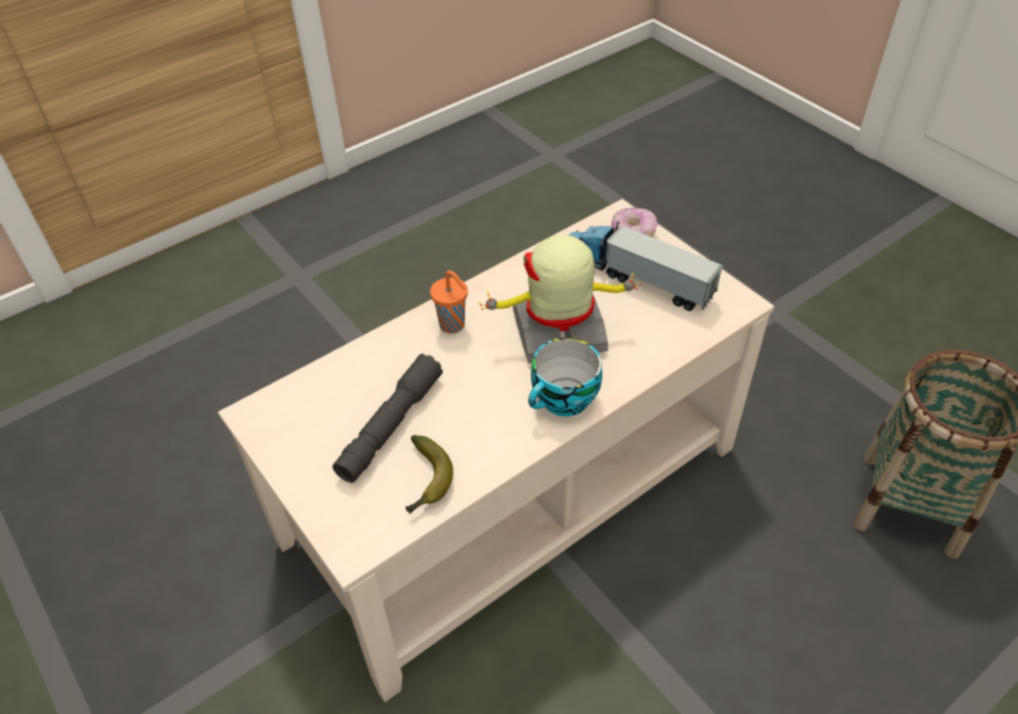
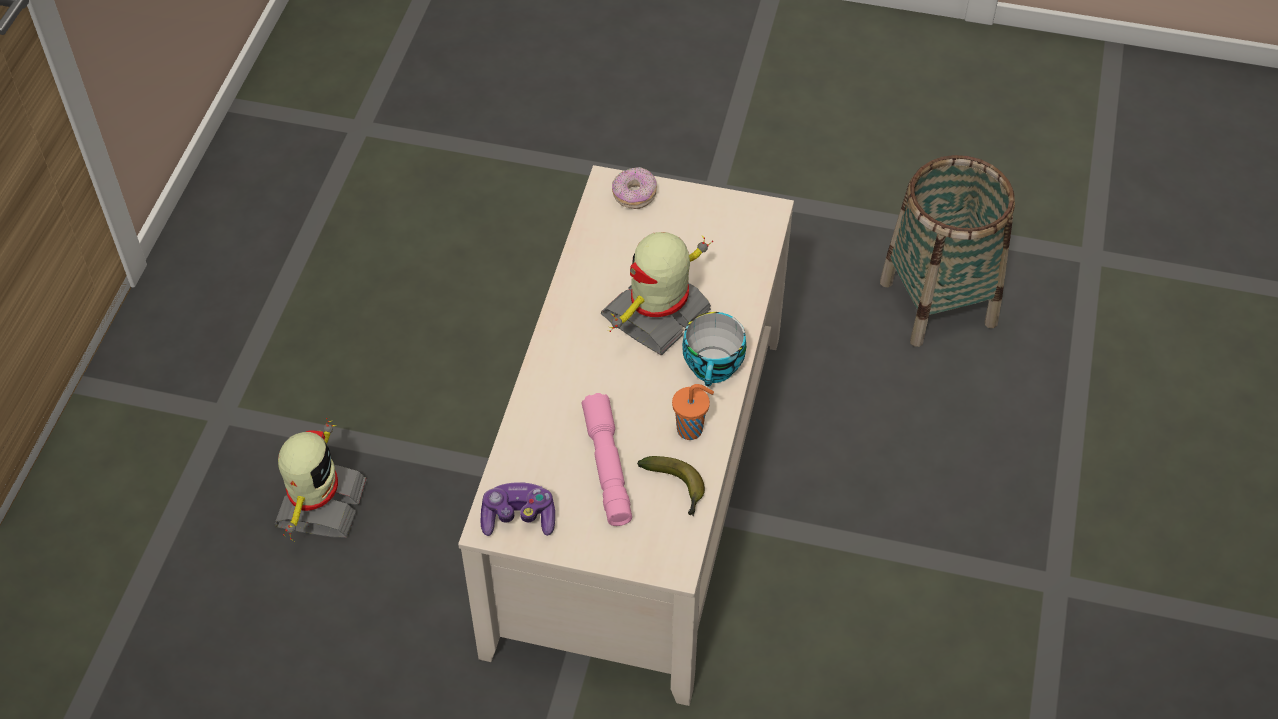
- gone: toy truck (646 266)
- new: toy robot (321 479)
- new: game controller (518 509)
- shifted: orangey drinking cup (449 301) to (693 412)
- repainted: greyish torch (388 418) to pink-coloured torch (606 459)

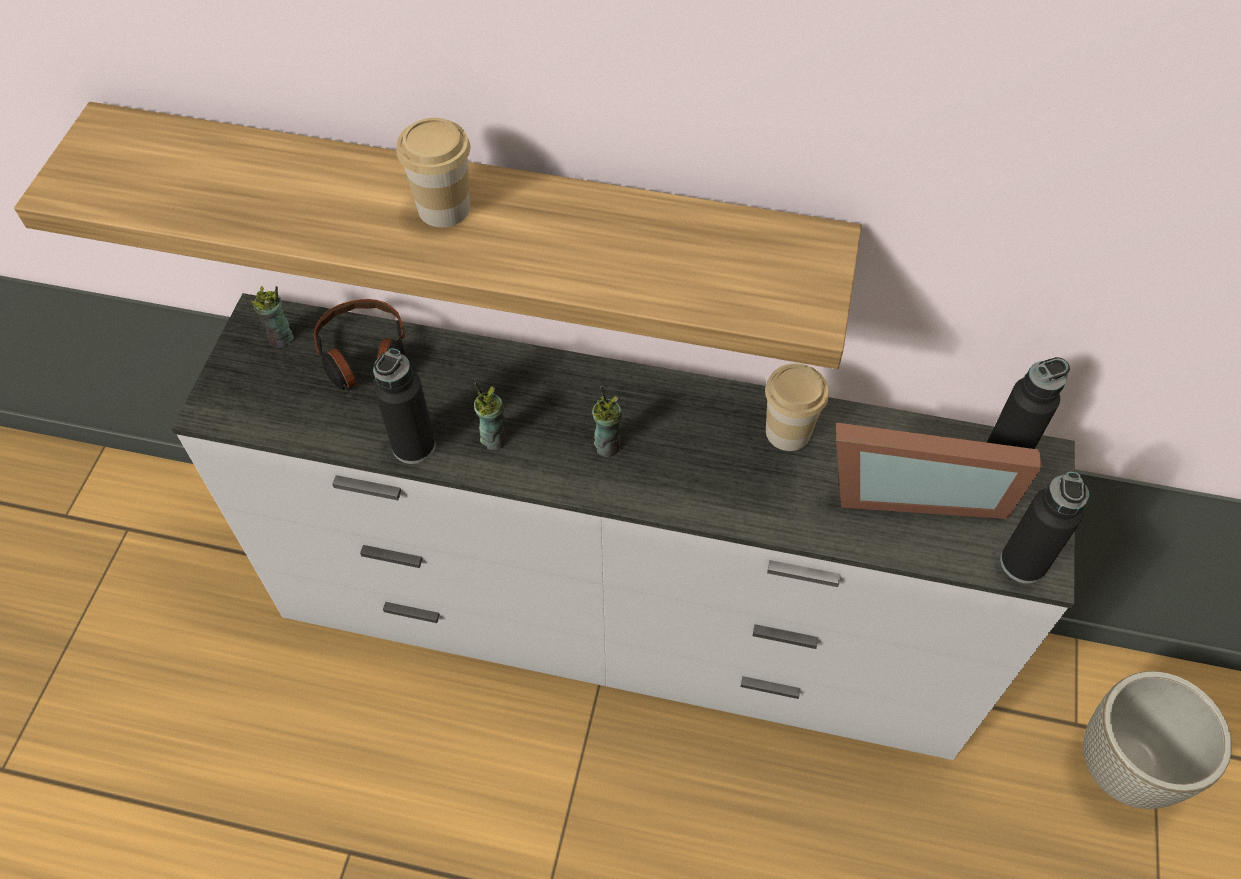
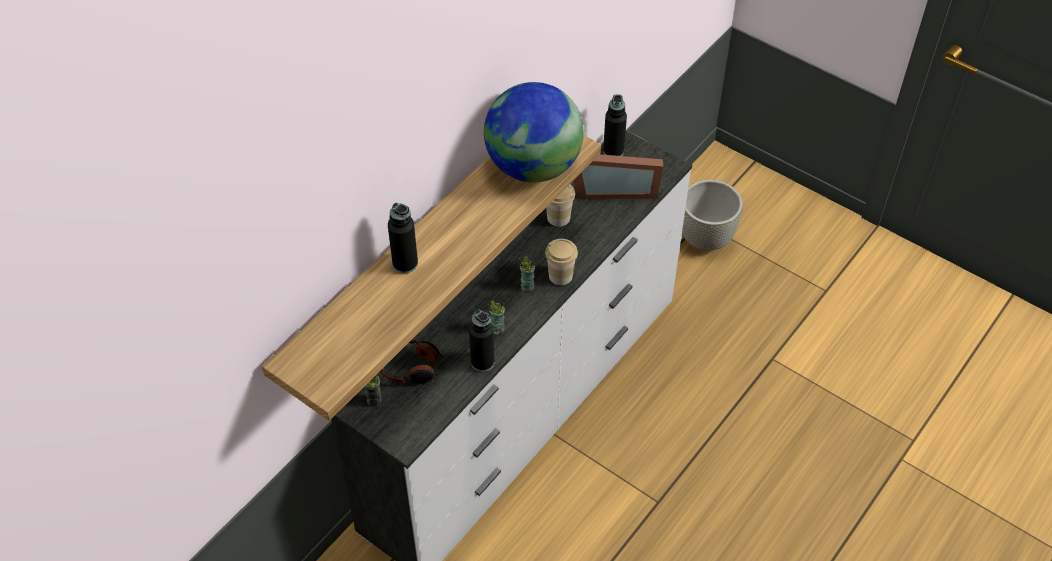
- new: globe (534 132)
- shifted: drinking cup (433 172) to (561 262)
- shifted: blackish beverage bottle (1044 528) to (403 238)
- rotated: photo frame (939 470) = (618 176) 60 degrees clockwise

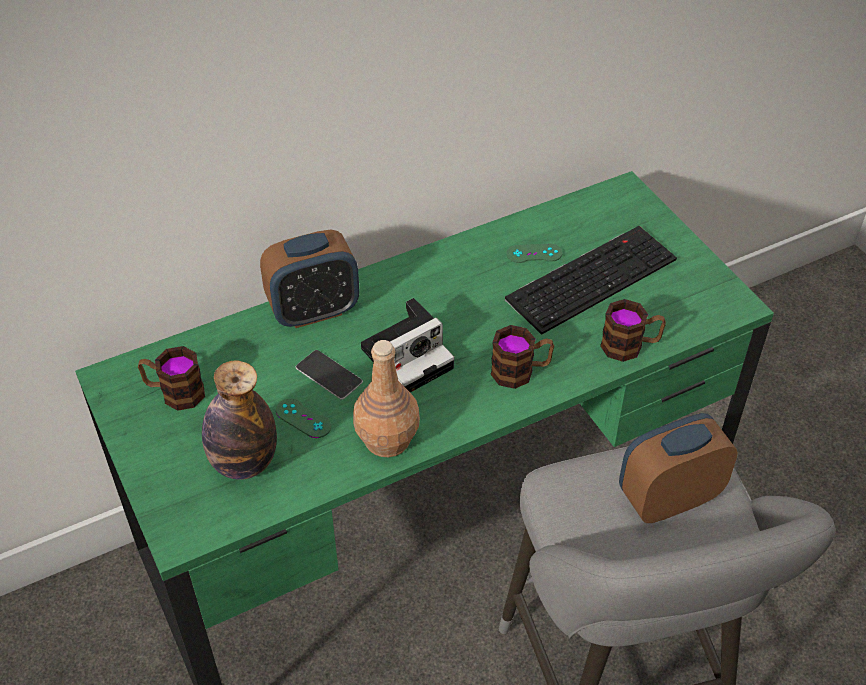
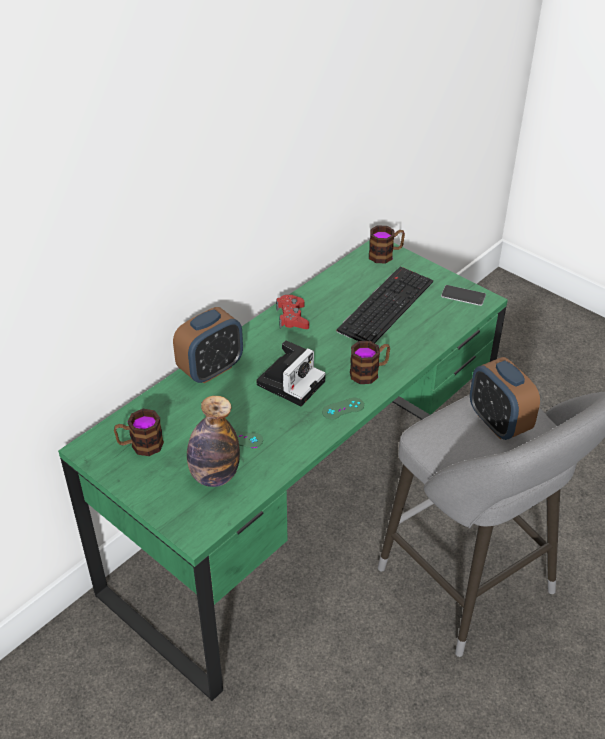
- gone: brownish beverage bottle (386 398)
- new: red game controller (292 312)
- shifted: telephone (329 374) to (463 295)
- shifted: greenish game controller (534 253) to (343 409)
- shifted: mug (633 330) to (387 244)
- rotated: table clock (678 468) = (505 398) 75 degrees counterclockwise

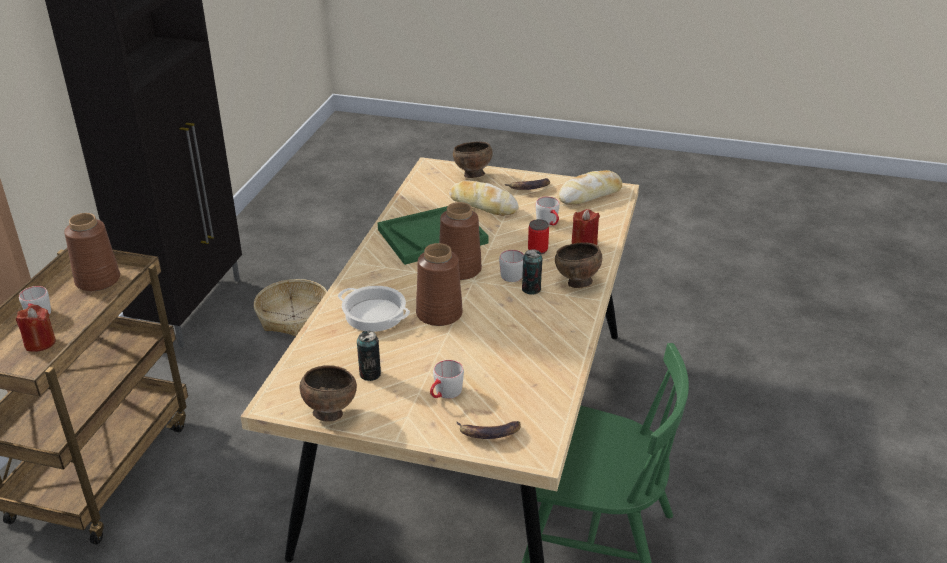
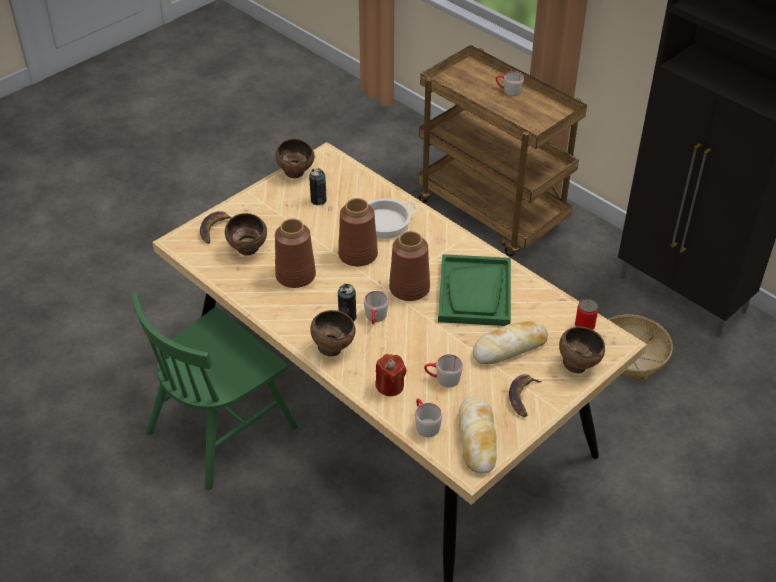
- gone: red wax light (36 328)
- new: brownish deep dish (246 234)
- shifted: brownish vase (92 252) to (295 253)
- shifted: greyish mug (447 379) to (428 418)
- shifted: sealed can (538 237) to (586 314)

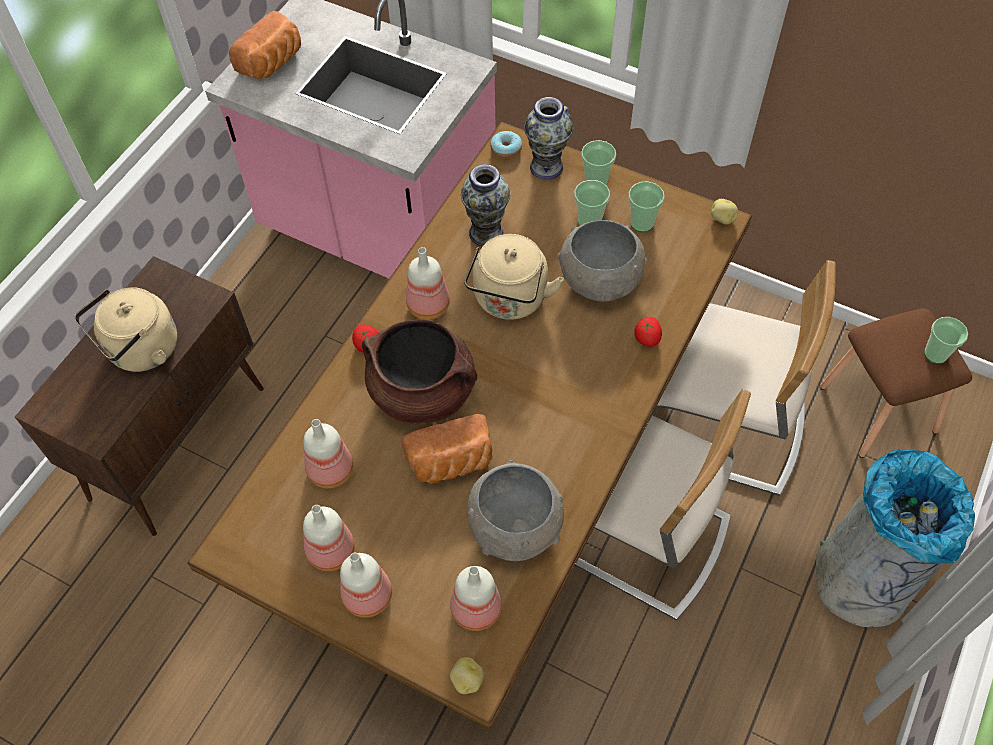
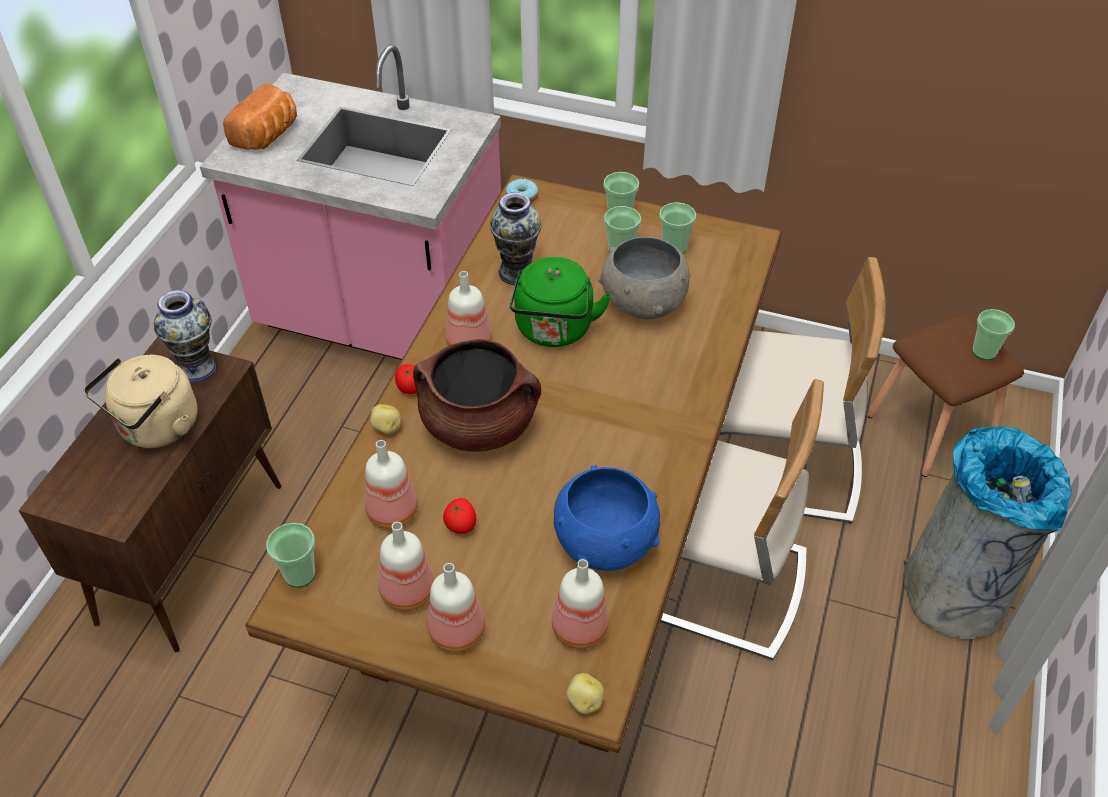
- gone: bakery bread (447 449)
- new: drinking cup (291 555)
- shifted: vase (548 138) to (185 336)
- shifted: tomato (648 332) to (459 516)
- shifted: spud (724 212) to (385 419)
- repainted: beige-coloured water kettle (514 277) to greenish water kettle (560 302)
- repainted: greyish deep dish (515 510) to blue deep dish (607 518)

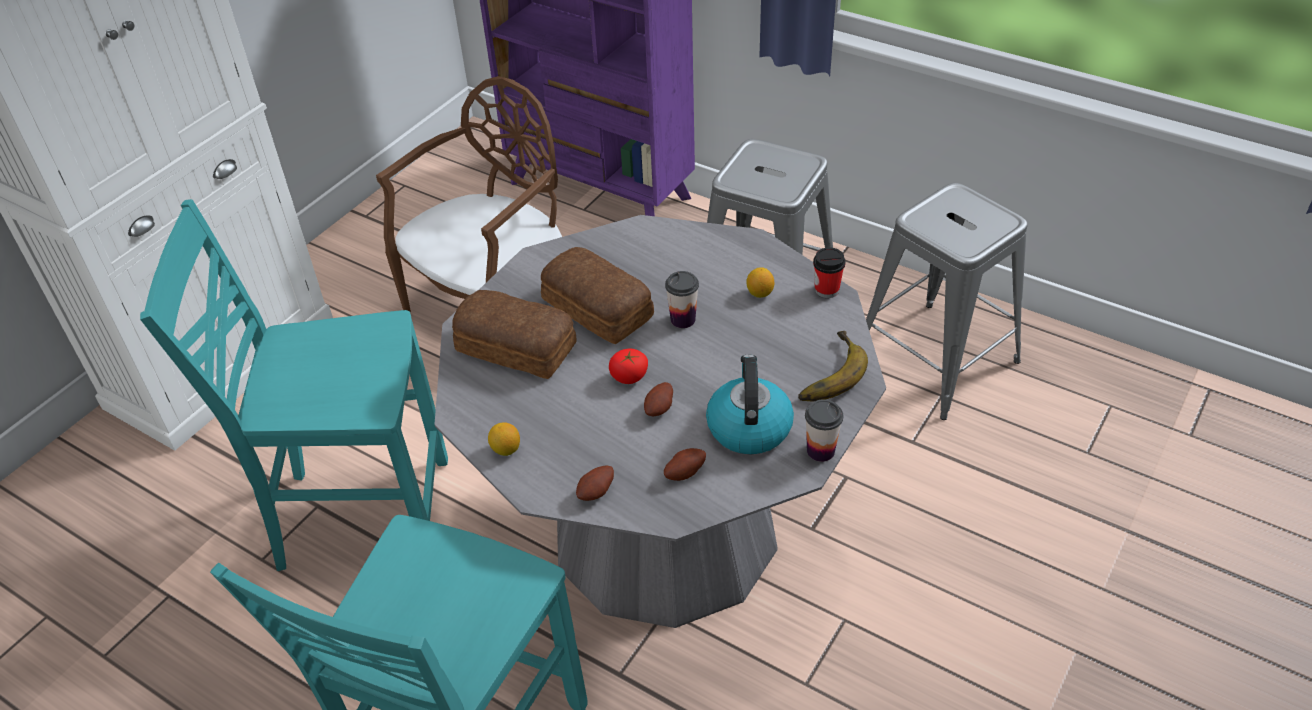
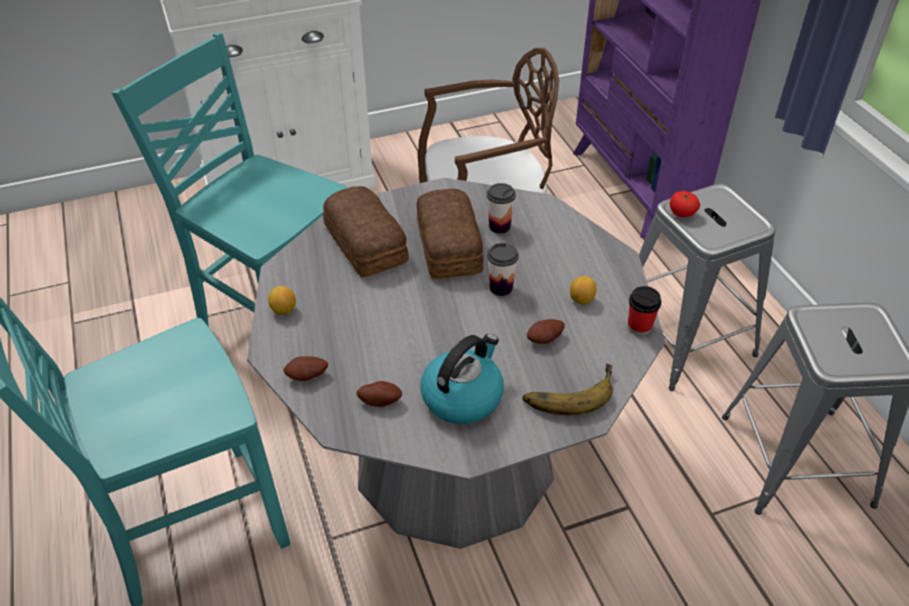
- shifted: tomato (628 366) to (685 204)
- shifted: spud (658 399) to (546 331)
- shifted: drinking cup (824 430) to (501 208)

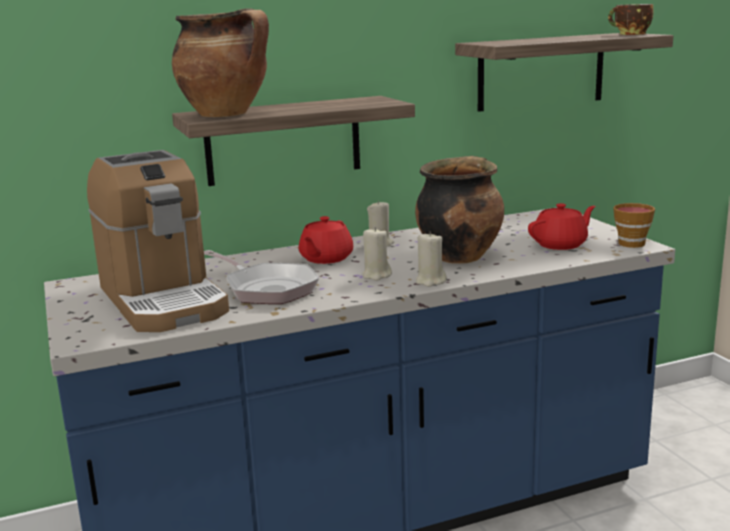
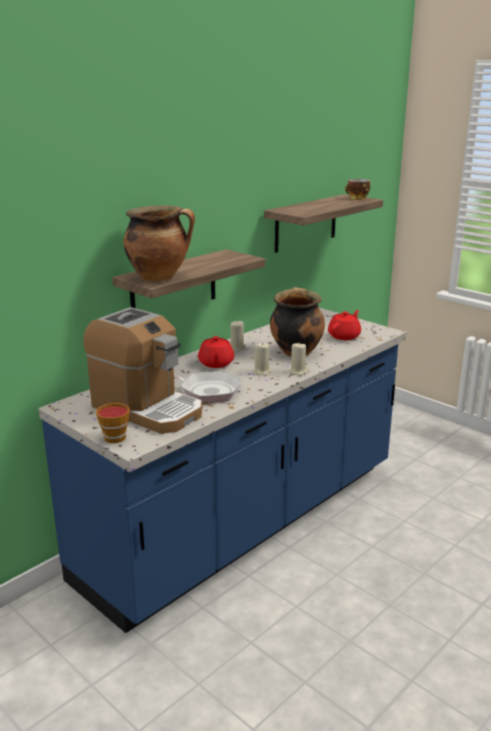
- shifted: drinking cup (634 225) to (113 423)

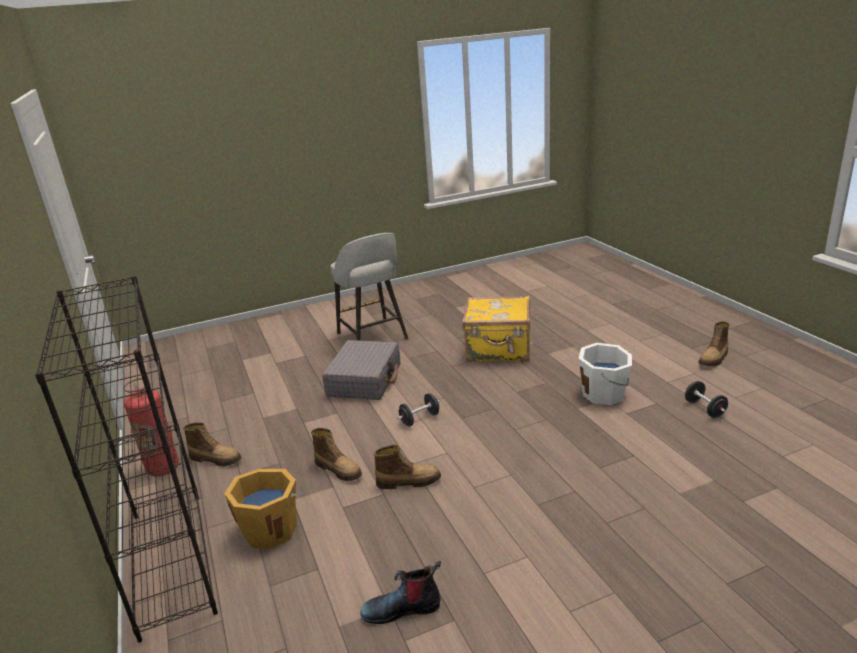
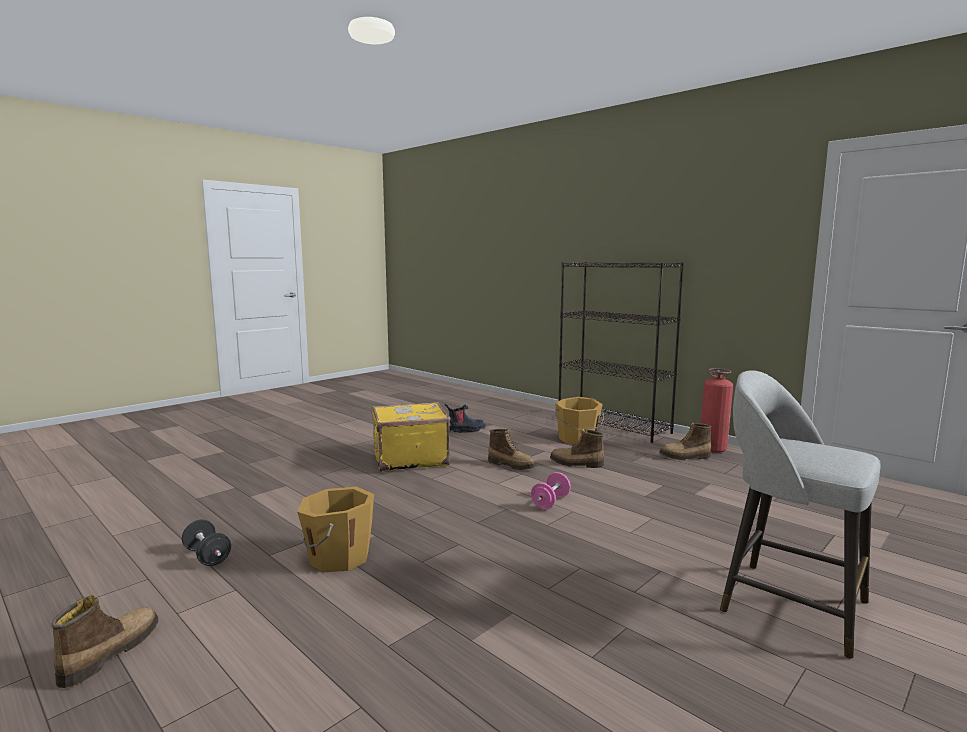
- gone: greyish travel case (361 370)
- shifted: yellowish travel case (496 329) to (411 437)
- repainted: blackish dumbbell (419 409) to pink-coloured dumbbell (551 490)
- repainted: white-coloured water bucket (605 374) to orangey water bucket (335 529)
- rotated: high-top boot (407 467) = (512 449) 120 degrees counterclockwise

